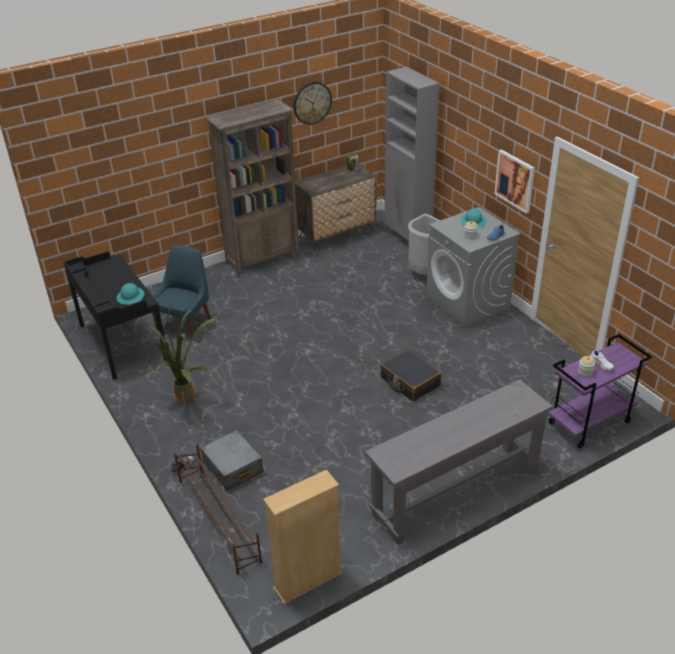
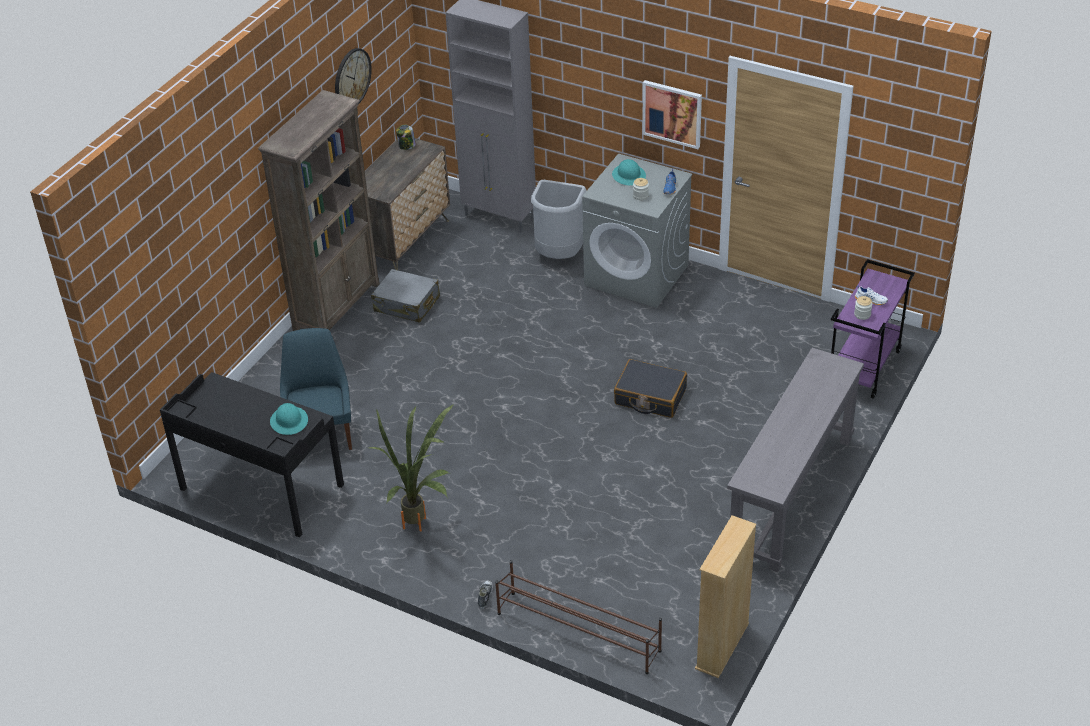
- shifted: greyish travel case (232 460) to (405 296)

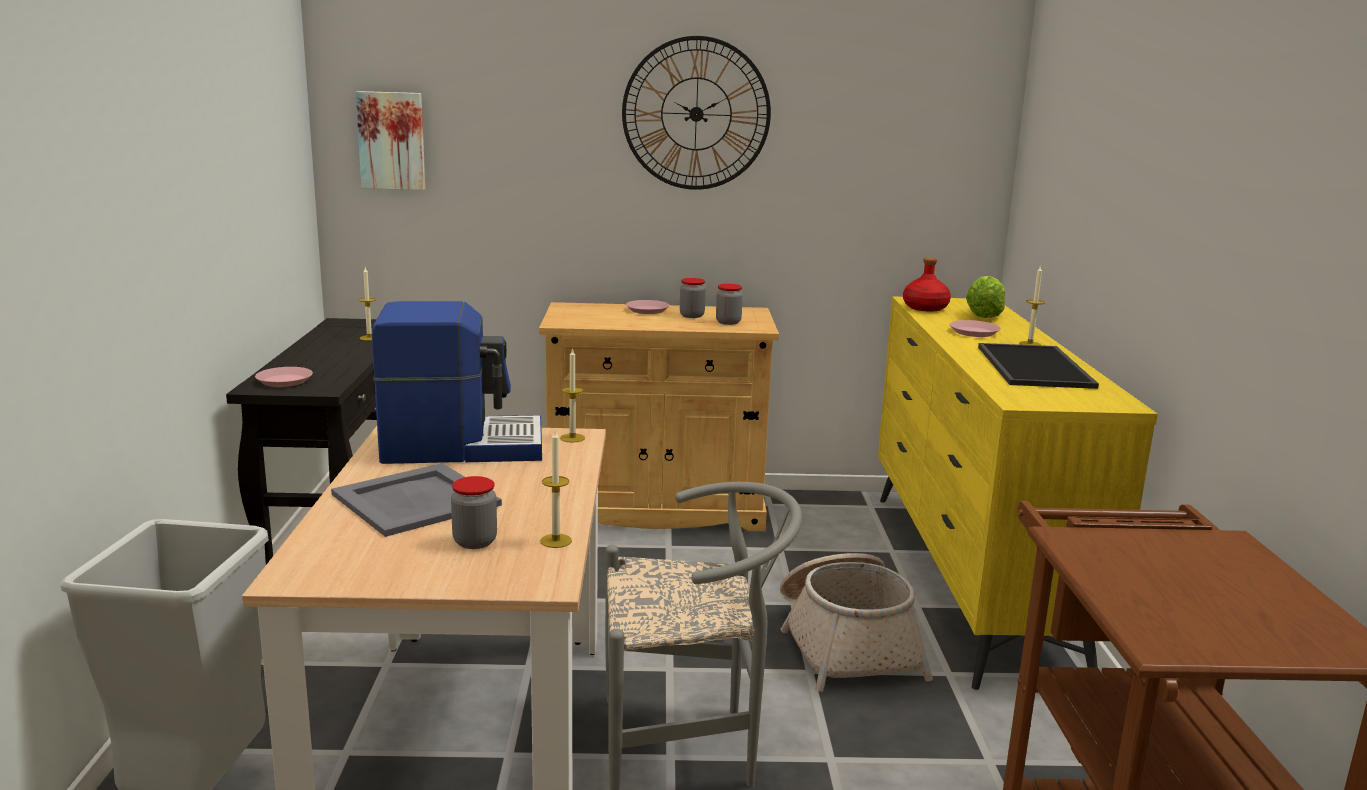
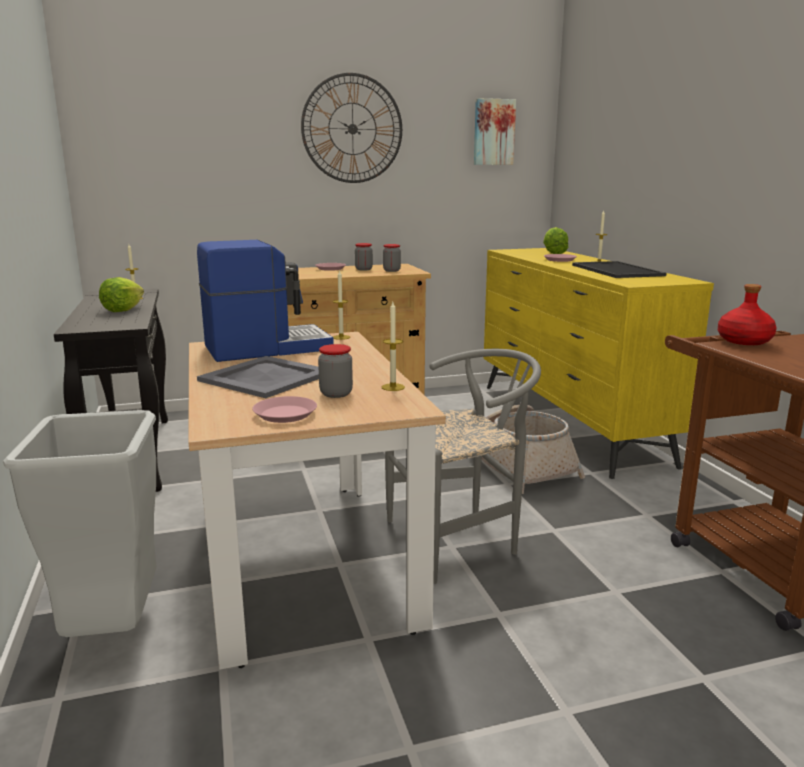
- new: lettuce head (121 294)
- shifted: pink-coloured plate (284 377) to (284 409)
- shifted: wall art (390 140) to (495 131)
- shifted: red beverage bottle (927 284) to (747 314)

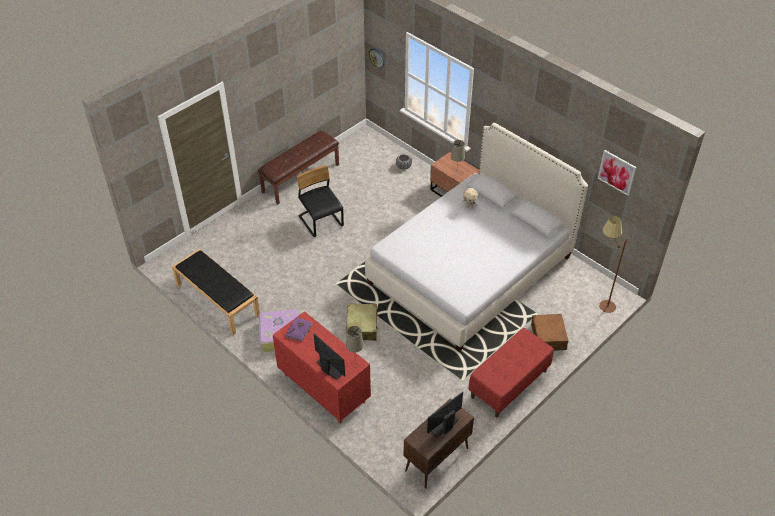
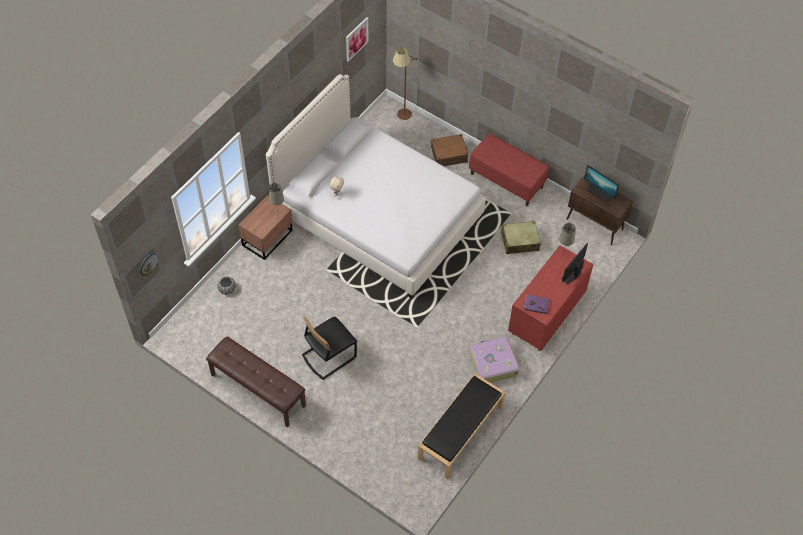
- shifted: beige-coloured travel case (362 322) to (521 237)

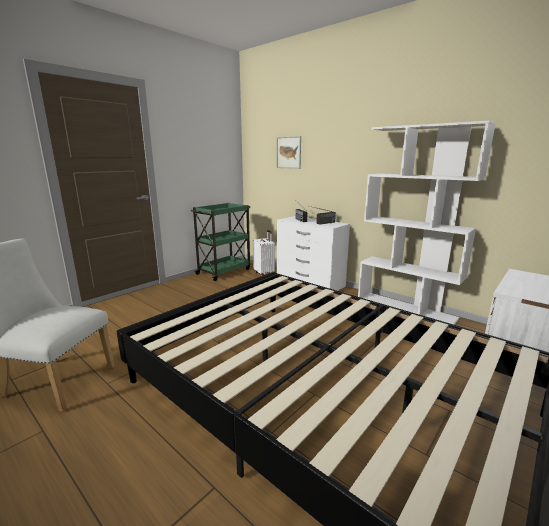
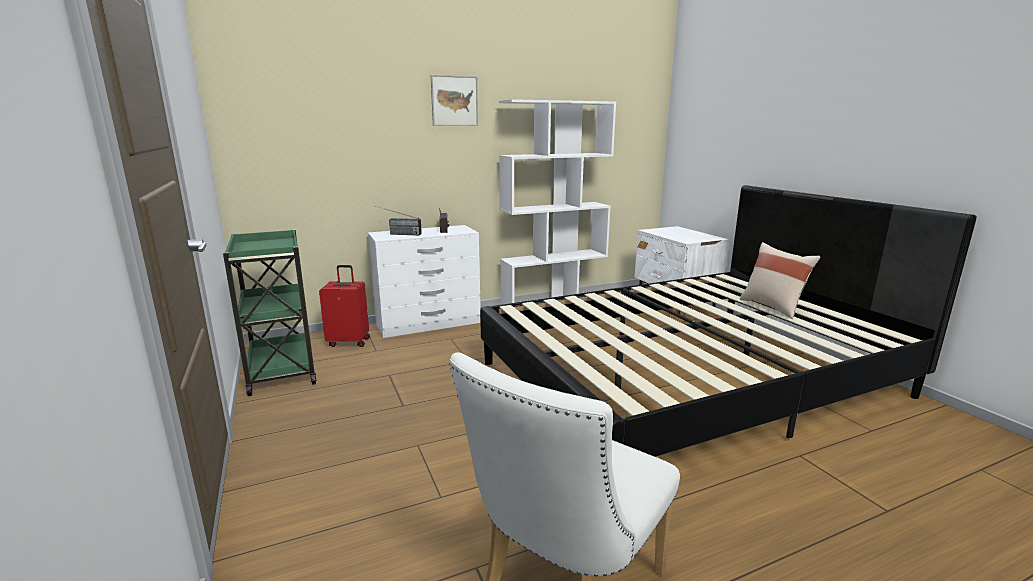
- new: beige-coloured cushion (780 280)
- shifted: wall art (289 152) to (454 100)
- repainted: white-coloured travel case (264 253) to red travel case (344 306)

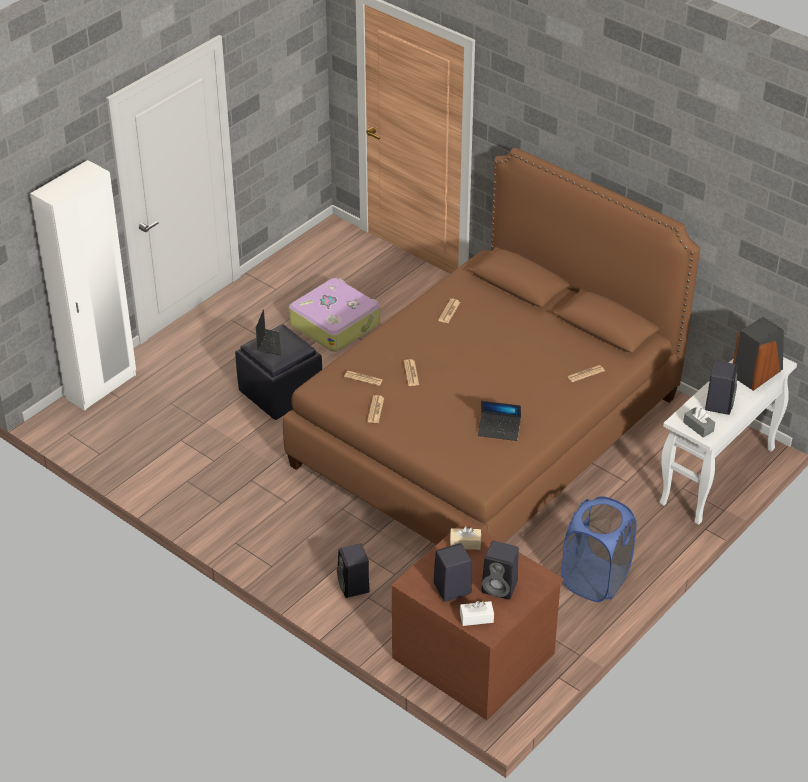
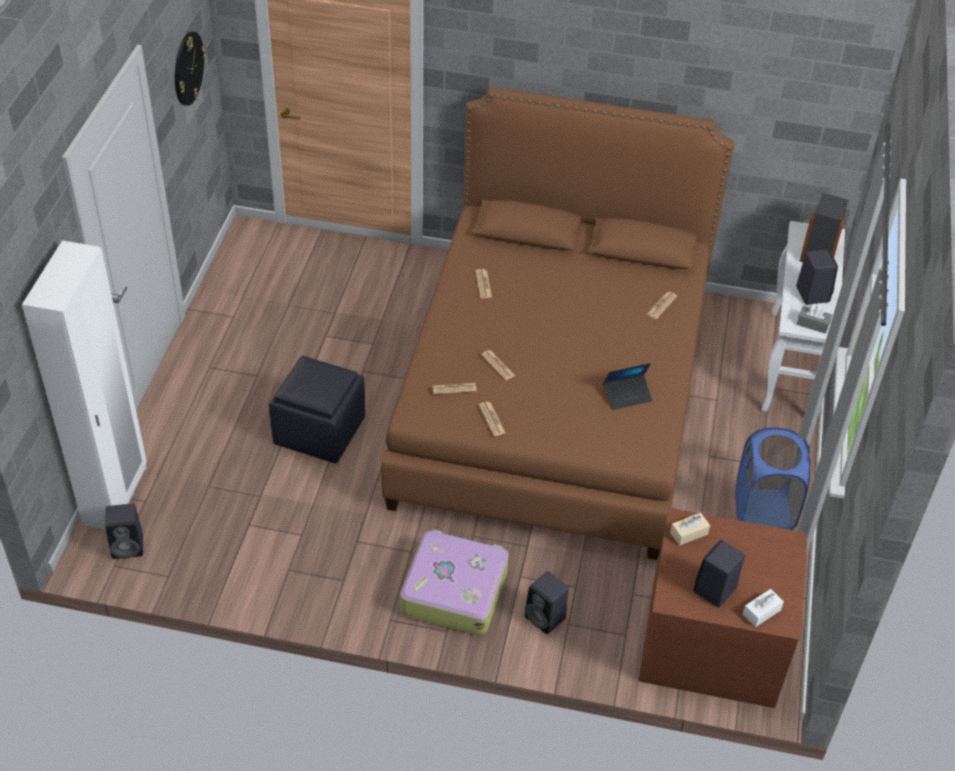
- gone: notebook computer (268 332)
- new: clock on the wall (190 69)
- shifted: travel case (334 315) to (454 582)
- shifted: blackish audio speaker (500 570) to (124 531)

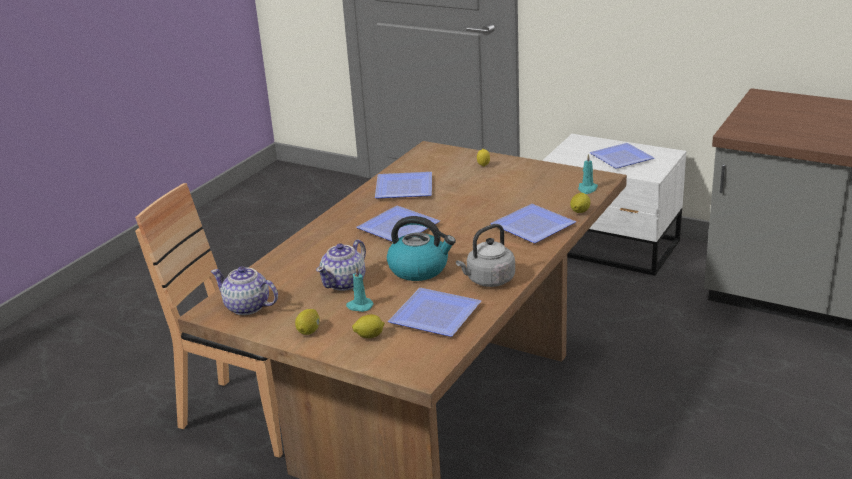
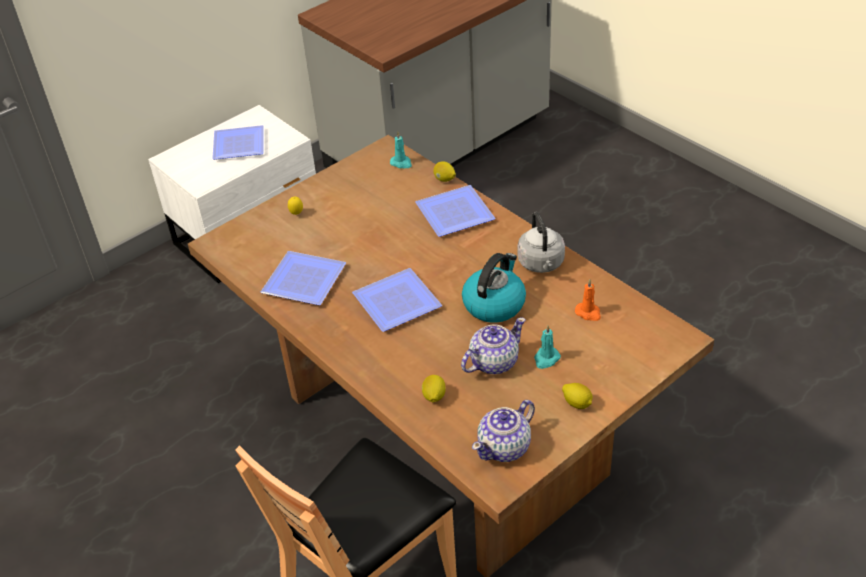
- shifted: whole lemon (368 326) to (434 388)
- swapped: plate (434 312) to orangey wax light (588 300)
- rotated: tea pot (341 265) = (493 345) 90 degrees counterclockwise

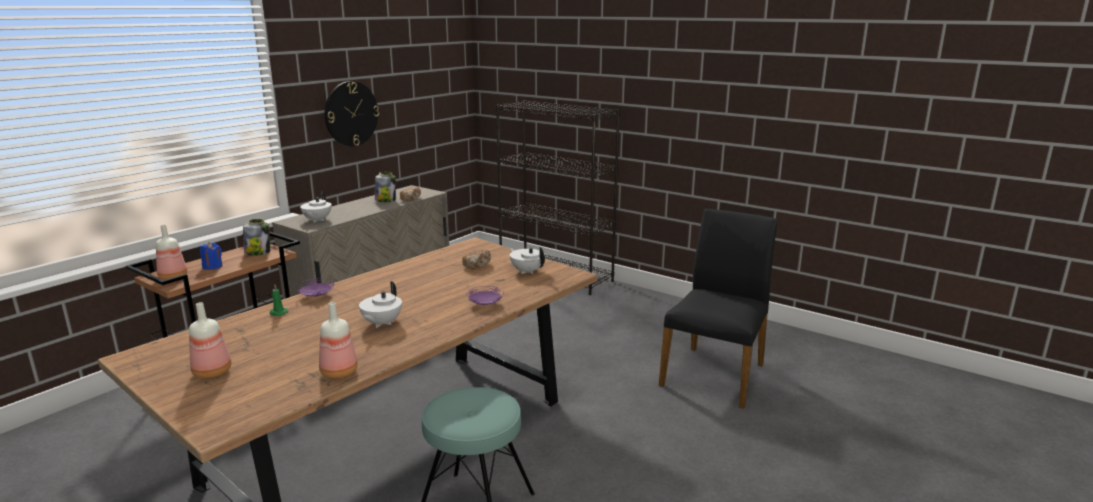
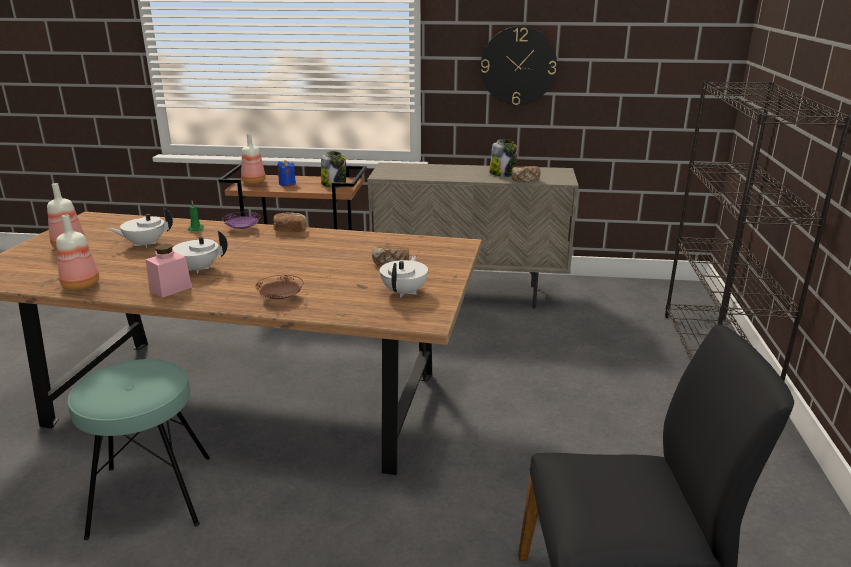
- new: pink-coloured jar (169 271)
- new: bakery bread (290 222)
- shifted: white-coloured tea pot (315 207) to (140 227)
- repainted: purple-coloured plate (485 295) to brownish plate (279 287)

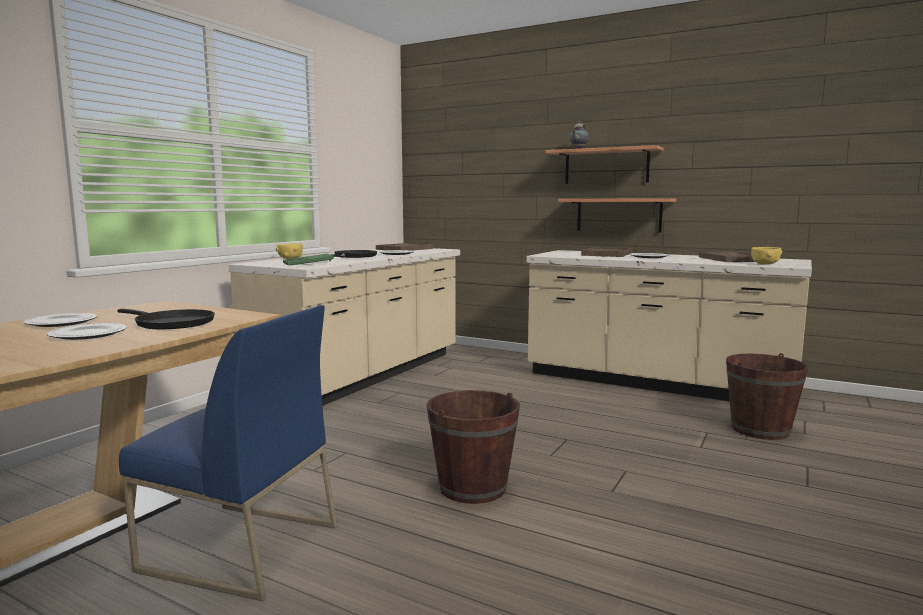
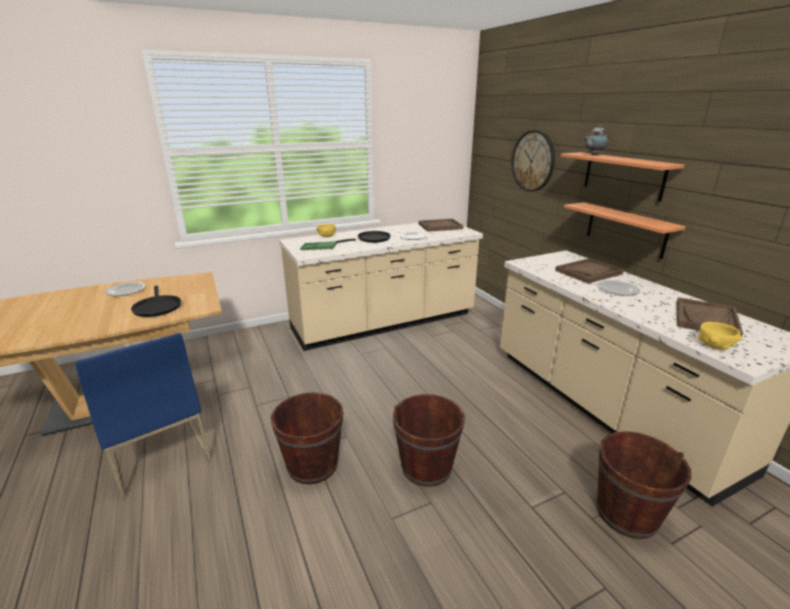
- gone: plate (87 331)
- new: brownish water bucket (429 440)
- new: clock on the wall (533 161)

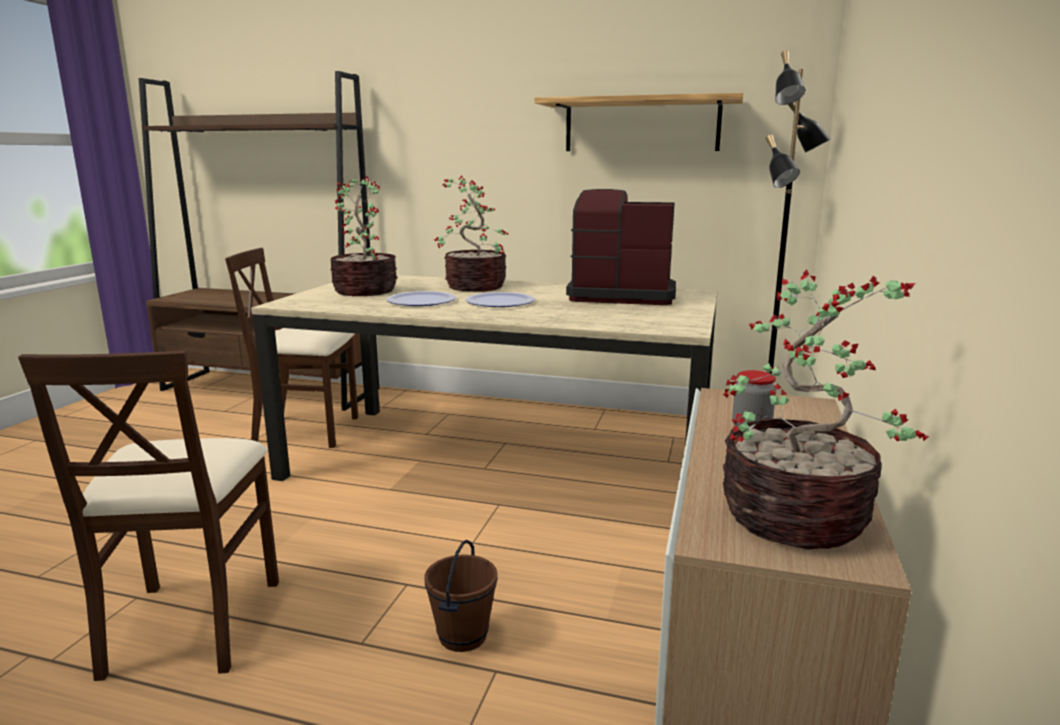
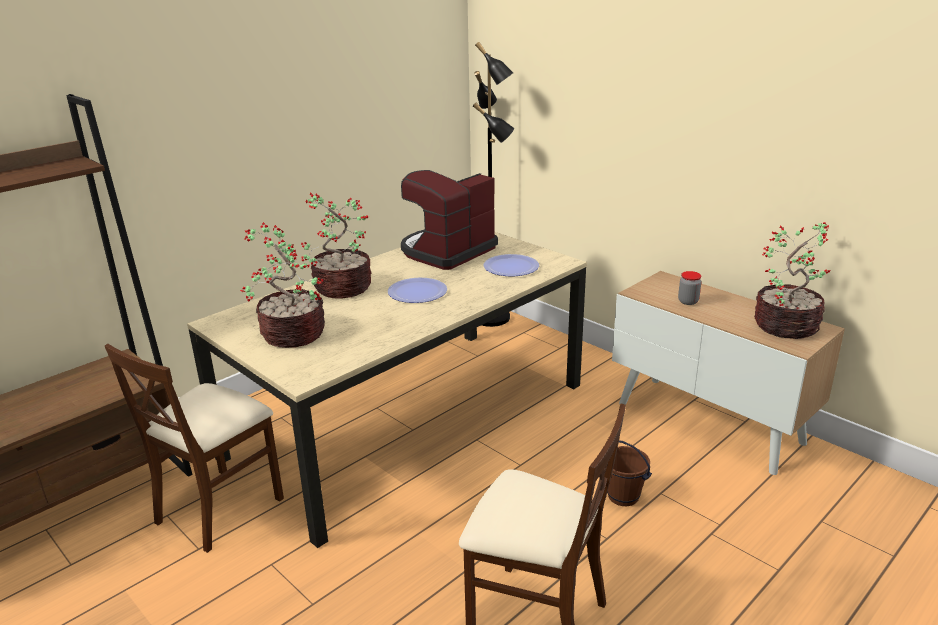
- gone: shelf (638 122)
- shifted: plate (421 298) to (511 265)

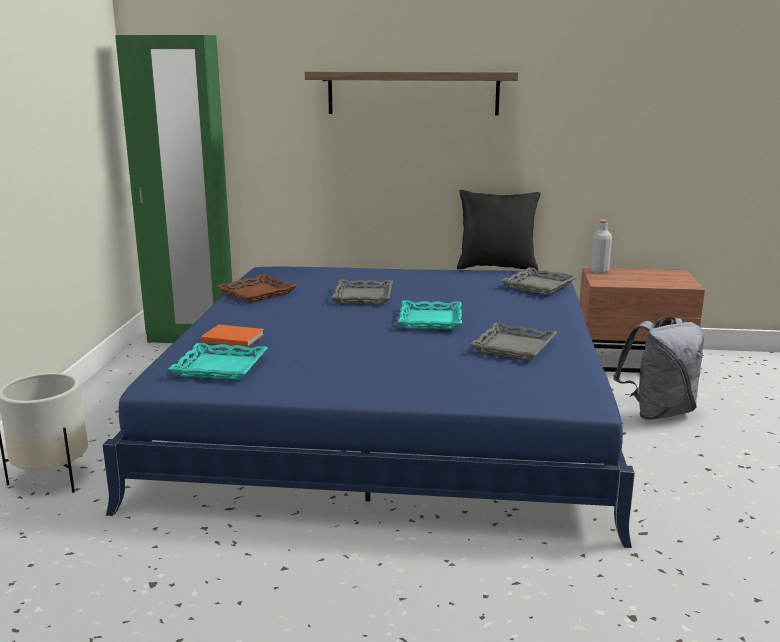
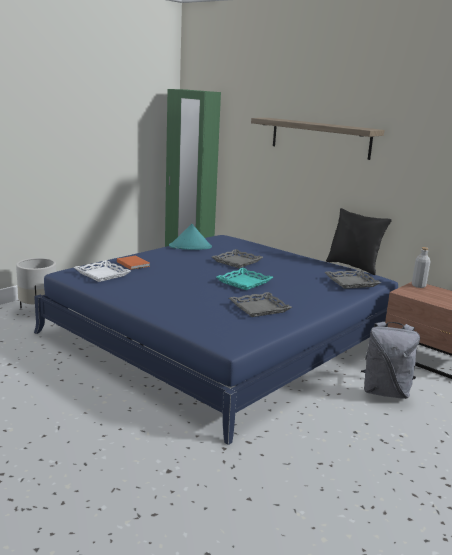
- swapped: brownish serving tray (257 288) to turquoise-coloured hat (190 237)
- repainted: turquoise-coloured serving tray (218 361) to white-coloured serving tray (102 271)

